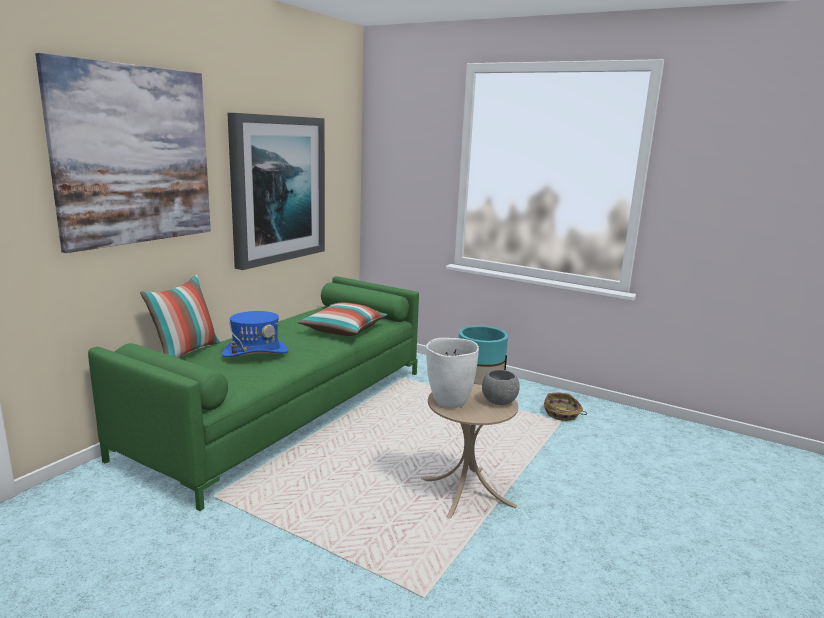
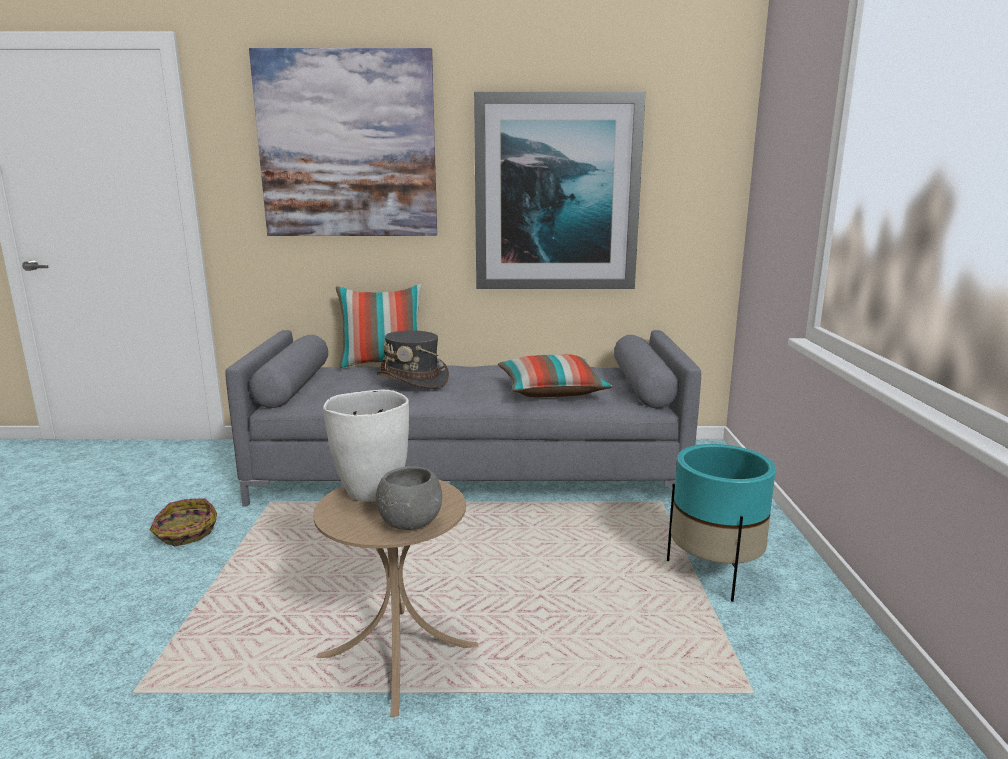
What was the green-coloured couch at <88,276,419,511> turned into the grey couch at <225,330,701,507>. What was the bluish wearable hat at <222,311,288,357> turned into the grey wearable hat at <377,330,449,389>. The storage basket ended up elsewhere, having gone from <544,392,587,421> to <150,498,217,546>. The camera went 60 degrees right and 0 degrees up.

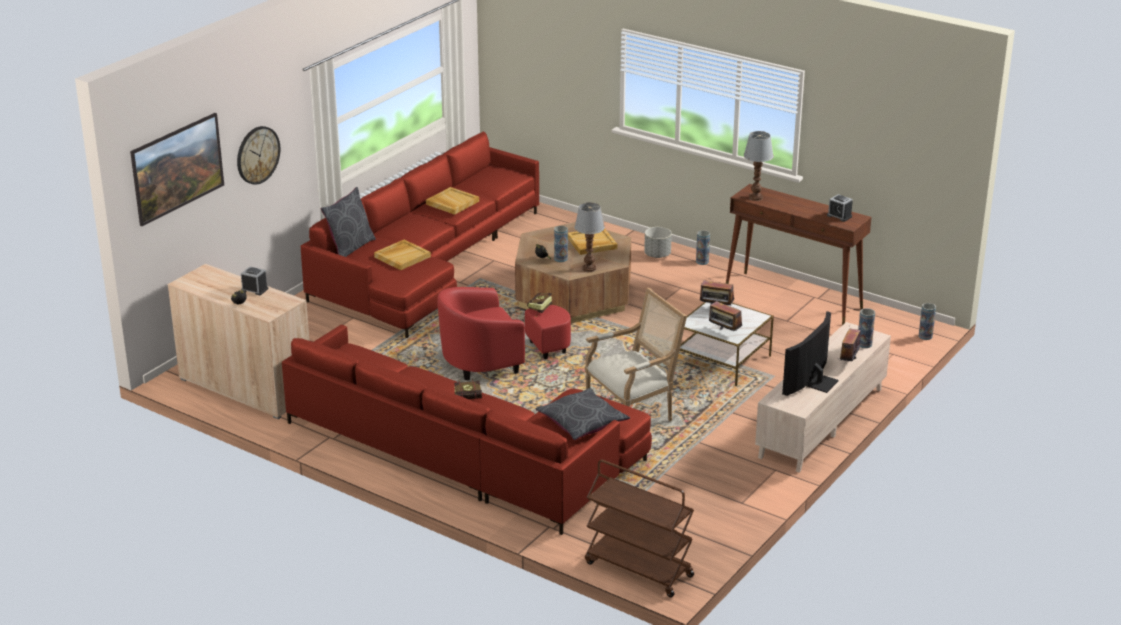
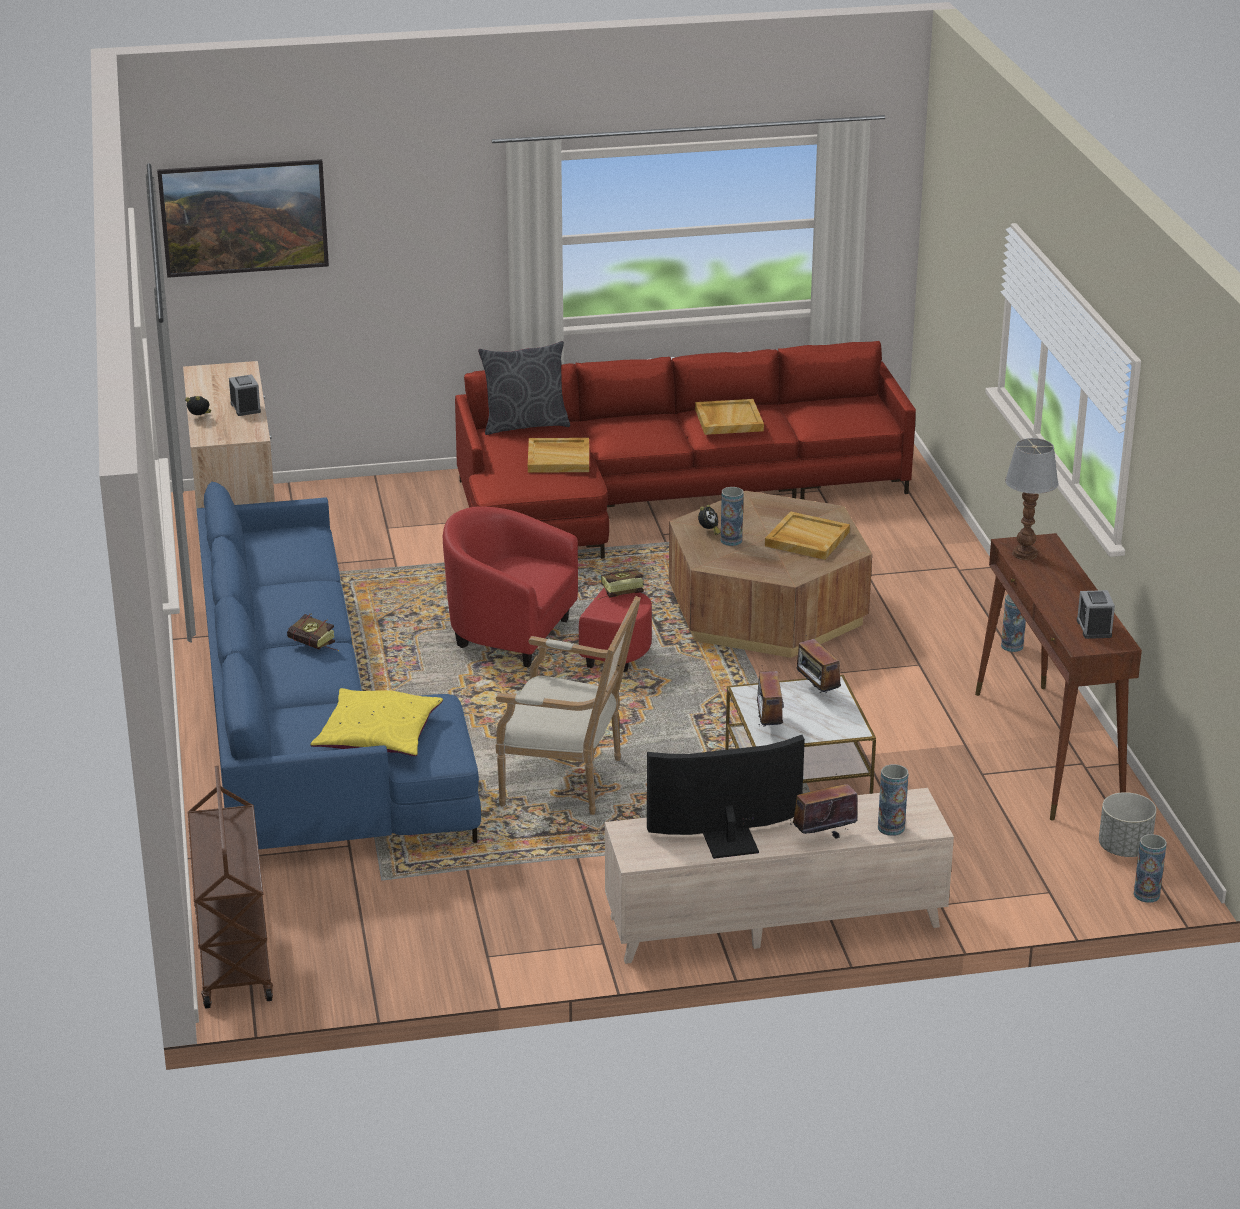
The second view lost the wall clock at <237,126,280,185>. What was the red-coloured couch at <282,325,652,535> turned into the bluish couch at <197,482,481,849>. What was the grey pillow at <536,388,630,440> turned into the yellow pillow at <311,688,443,756>. The second view lost the table lamp at <574,202,605,272>. The grey plant pot ended up elsewhere, having gone from <644,227,672,258> to <1099,792,1156,857>. The camera went 45 degrees right and 0 degrees up.

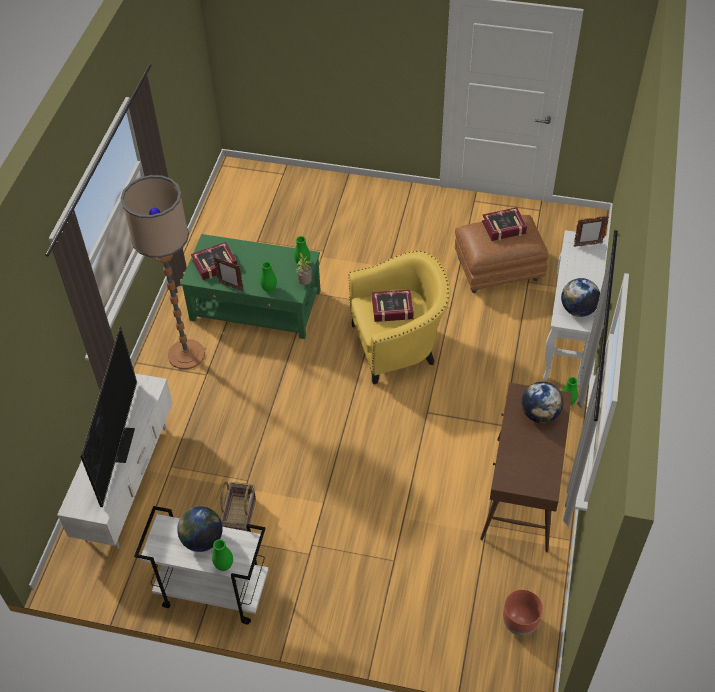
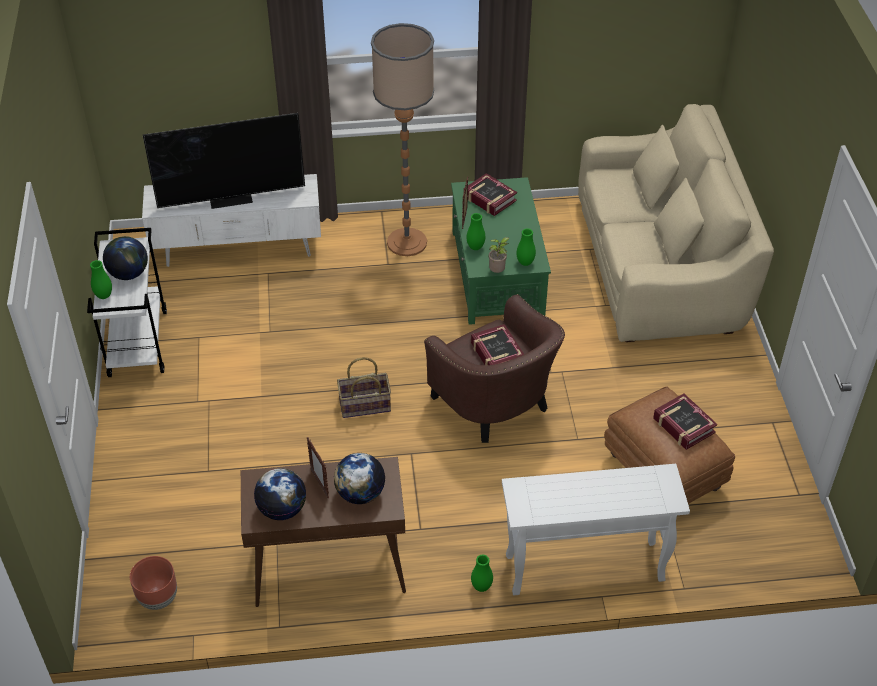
The storage basket ended up elsewhere, having gone from <220,481,256,531> to <337,357,391,418>. What was the yellow easy chair at <349,251,450,384> turned into the brown easy chair at <424,294,565,443>. The globe ended up elsewhere, having gone from <561,278,600,317> to <254,468,306,520>. The standing frame ended up elsewhere, having gone from <573,216,609,247> to <307,437,329,498>. The second view gained the beige-coloured couch at <578,104,774,342>. The camera went 70 degrees right and 5 degrees down.

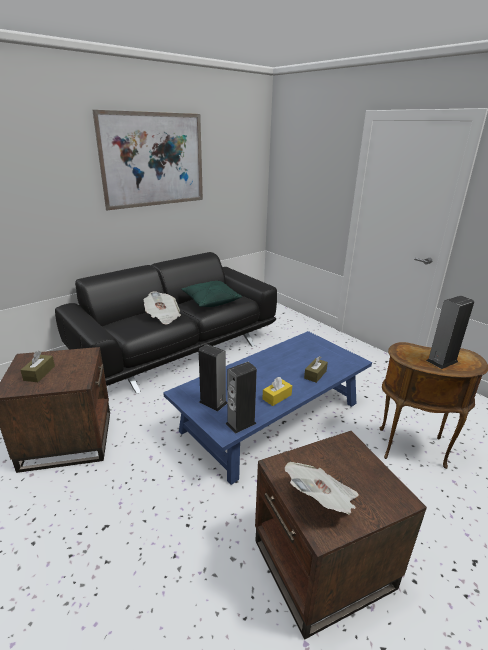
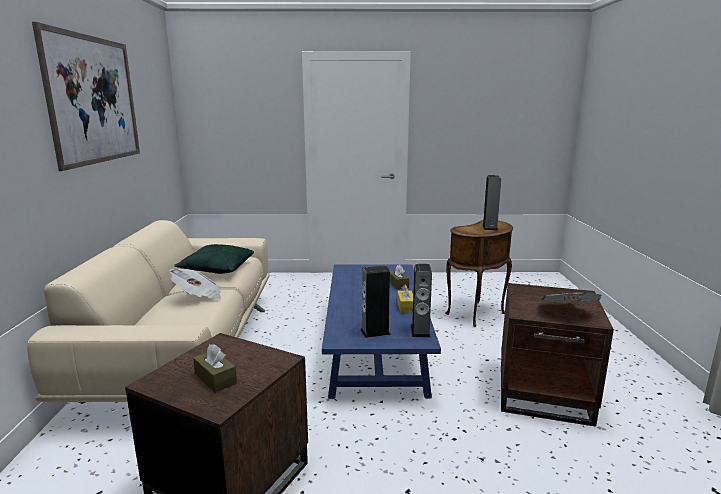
What was the black couch at <55,252,277,394> turned into the beige-coloured couch at <27,220,270,403>. The camera went 50 degrees left and 10 degrees down.

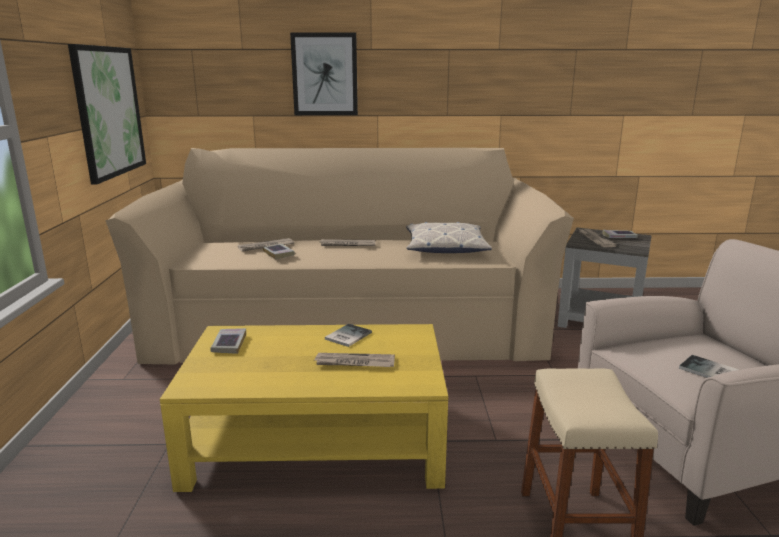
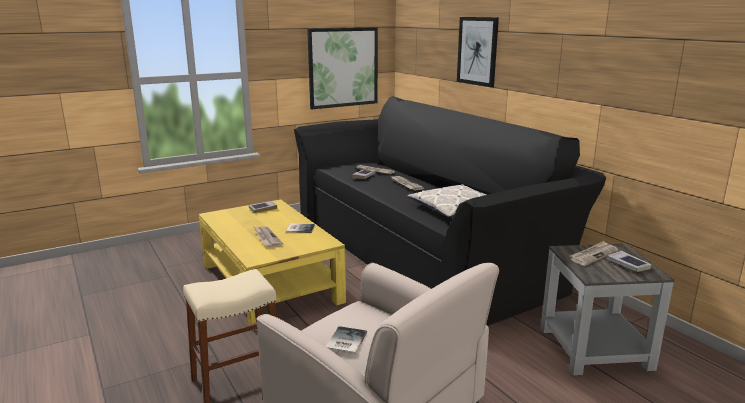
What was the beige-coloured couch at <105,148,574,364> turned into the black couch at <294,96,606,326>. The camera went 60 degrees right and 0 degrees up.

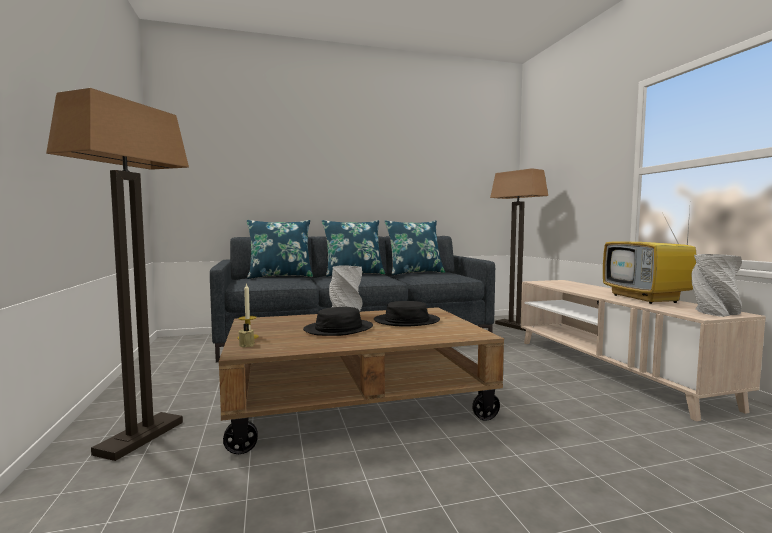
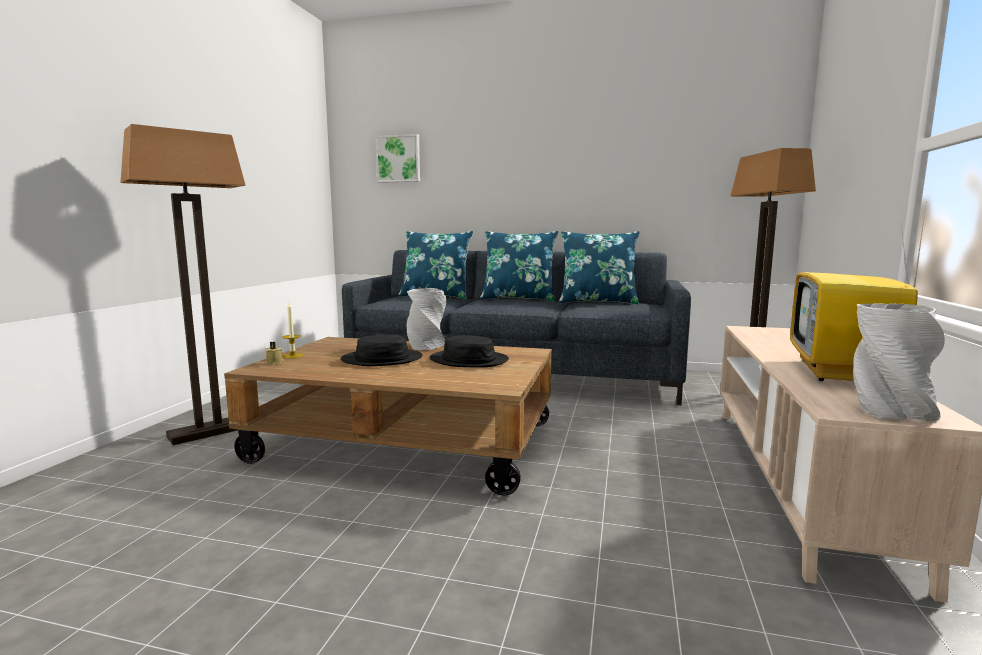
The second view gained the picture at <375,134,420,183>. The camera went 30 degrees right and 5 degrees up.

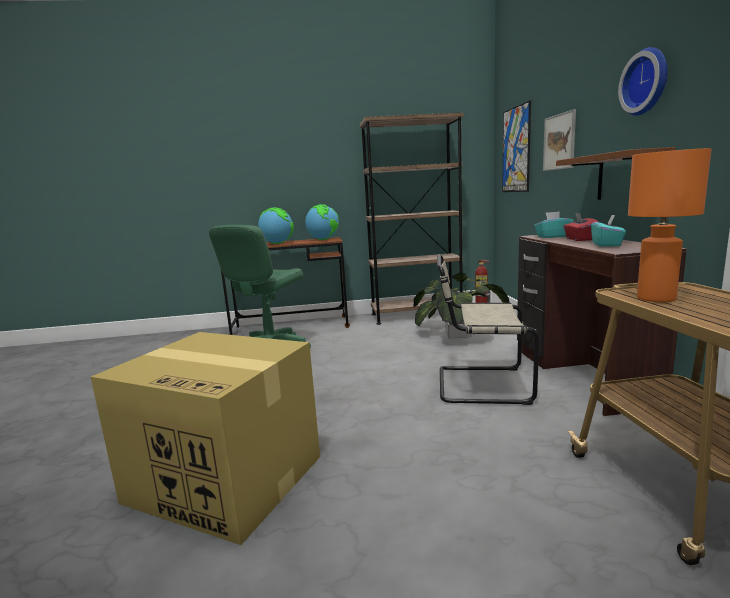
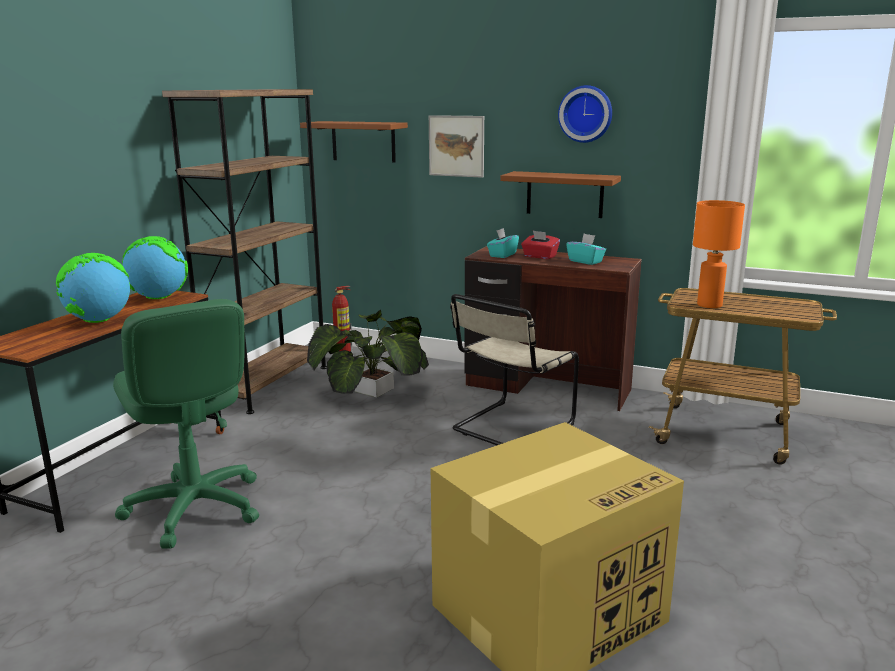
Where the picture hung at <502,101,531,192>, the brown bracket shelf came to hang at <300,121,408,163>. The camera went 60 degrees left and 5 degrees up.

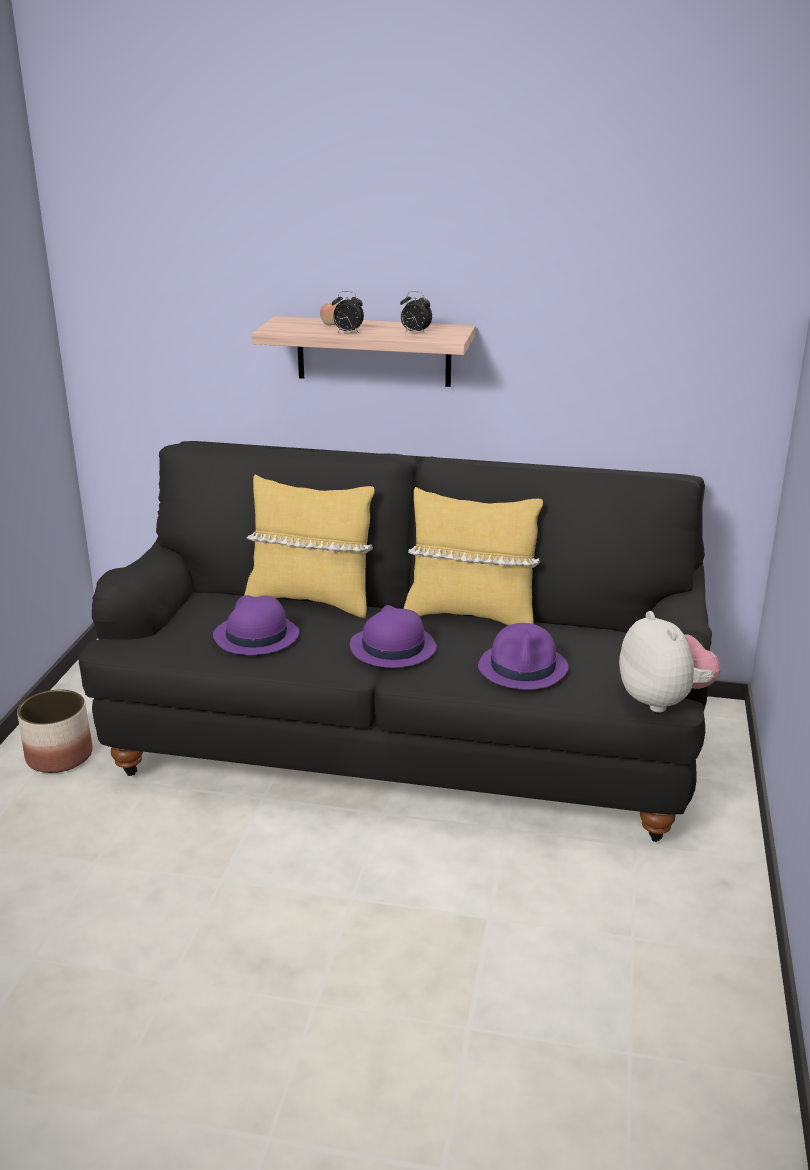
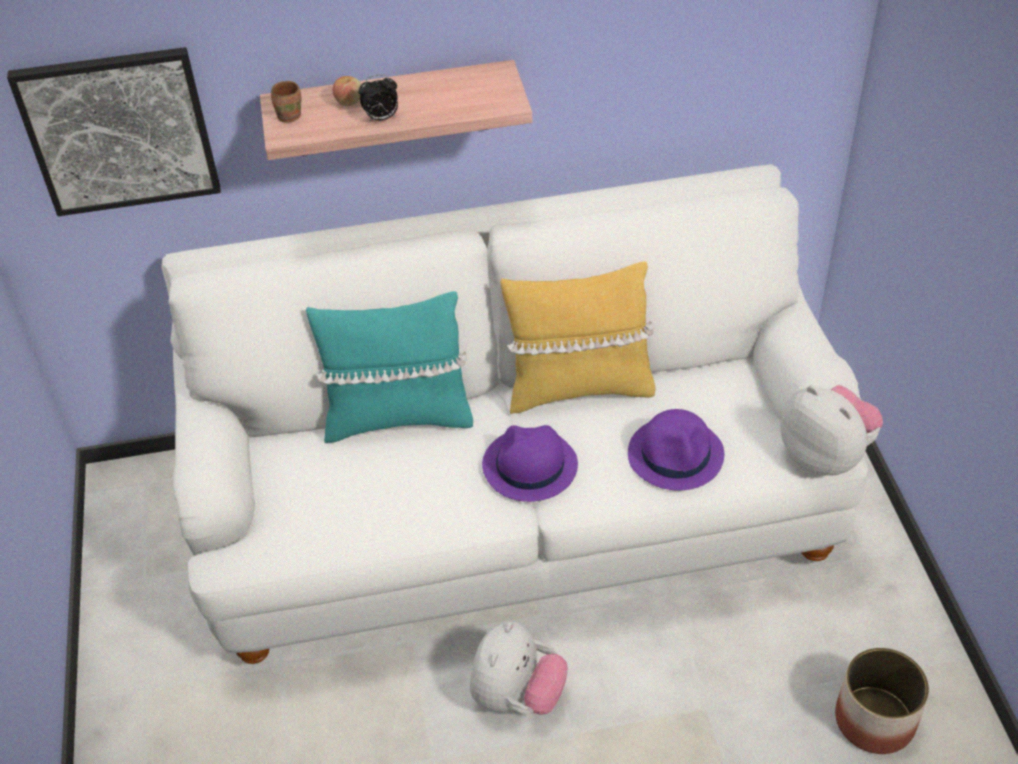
The plant pot ended up elsewhere, having gone from <17,690,92,773> to <835,648,929,754>. What was the black couch at <78,441,712,842> turned into the white-coloured couch at <161,164,868,664>. The second view lost the purplish wearable hat at <213,595,299,655>. What was the yellow pillow at <244,475,374,618> turned into the blue-green pillow at <306,291,473,443>. The second view lost the table clock at <400,291,432,333>. The second view gained the picture at <7,47,221,216>. The second view gained the brown mug at <271,81,301,122>. The second view gained the plush toy at <470,621,568,715>. The camera went 20 degrees left and 20 degrees up.

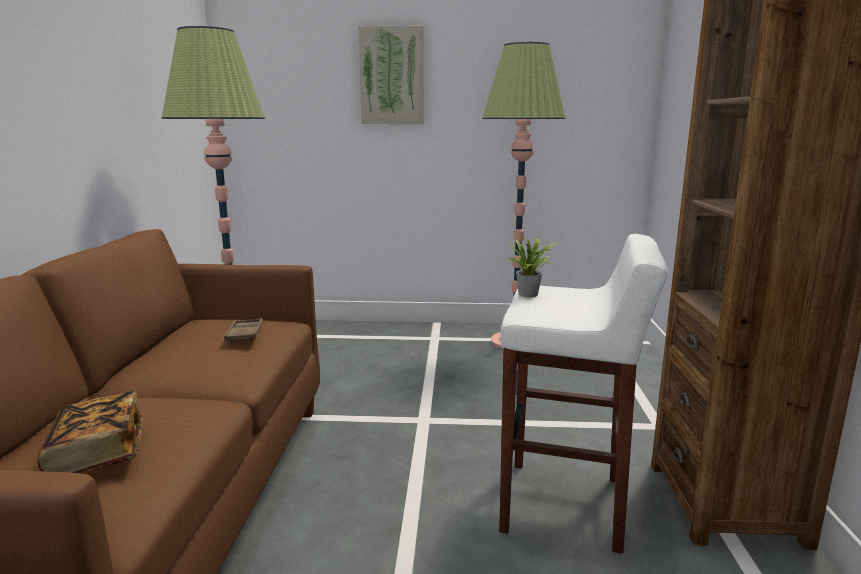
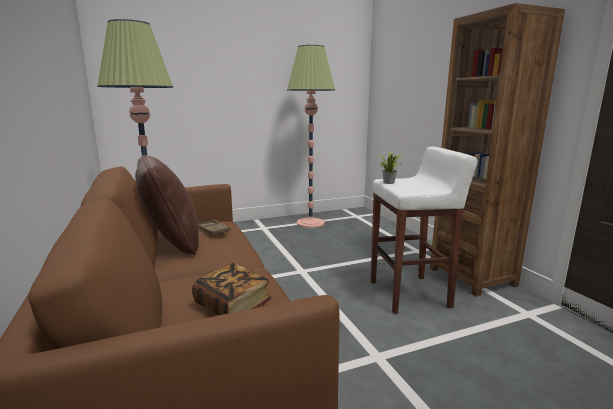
The second view lost the picture at <358,25,424,124>. The second view gained the brown pillow at <135,155,199,255>. The camera went 25 degrees left and 0 degrees up.

